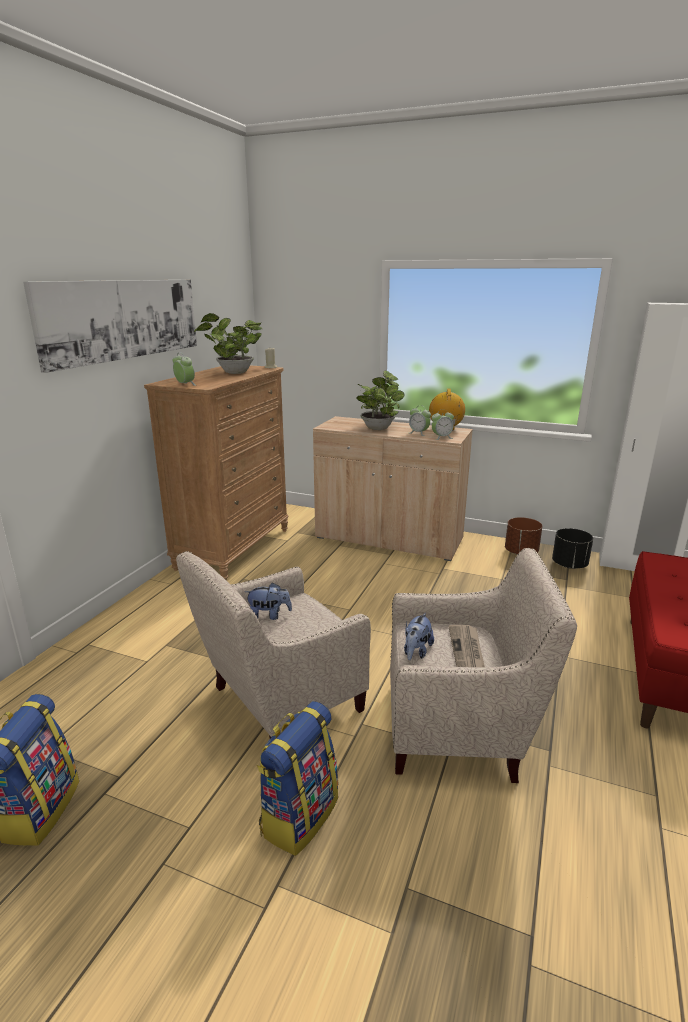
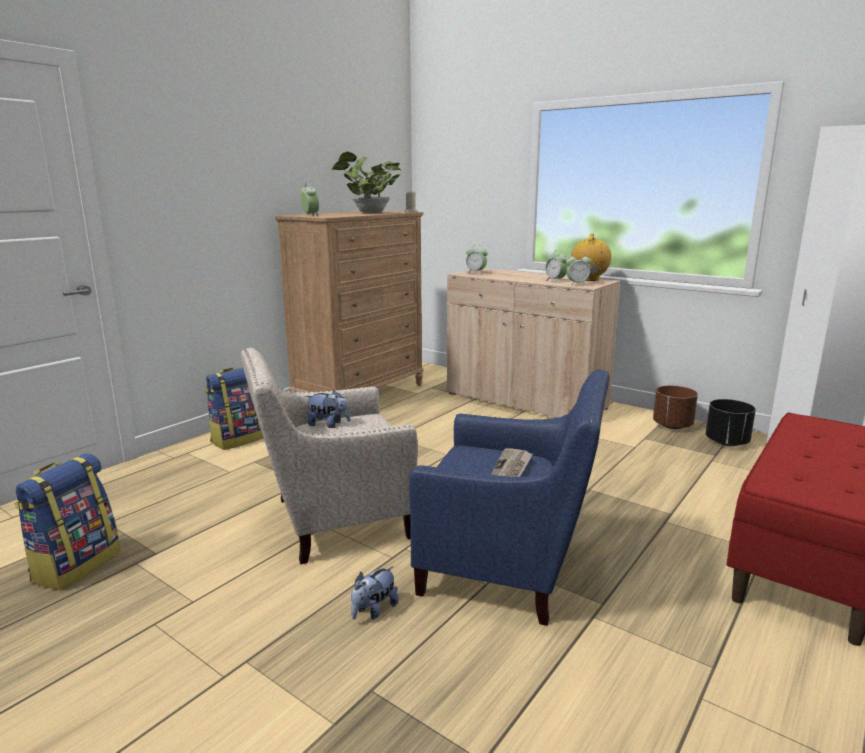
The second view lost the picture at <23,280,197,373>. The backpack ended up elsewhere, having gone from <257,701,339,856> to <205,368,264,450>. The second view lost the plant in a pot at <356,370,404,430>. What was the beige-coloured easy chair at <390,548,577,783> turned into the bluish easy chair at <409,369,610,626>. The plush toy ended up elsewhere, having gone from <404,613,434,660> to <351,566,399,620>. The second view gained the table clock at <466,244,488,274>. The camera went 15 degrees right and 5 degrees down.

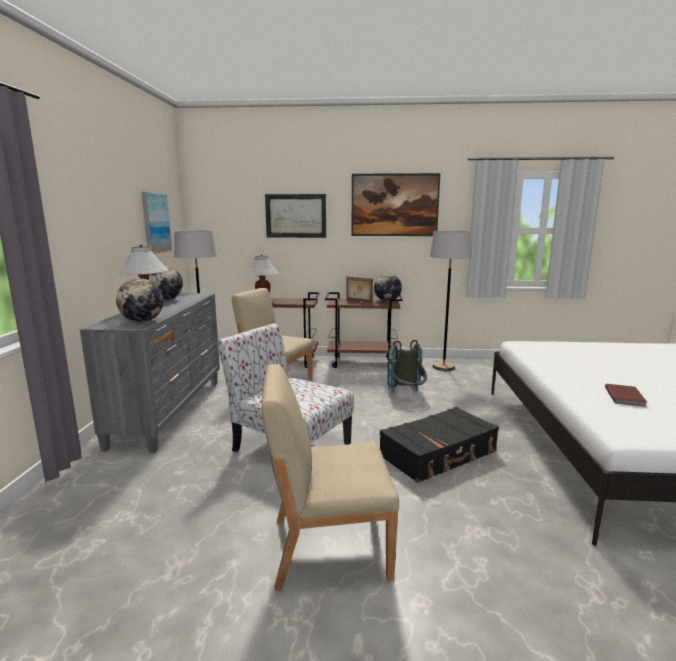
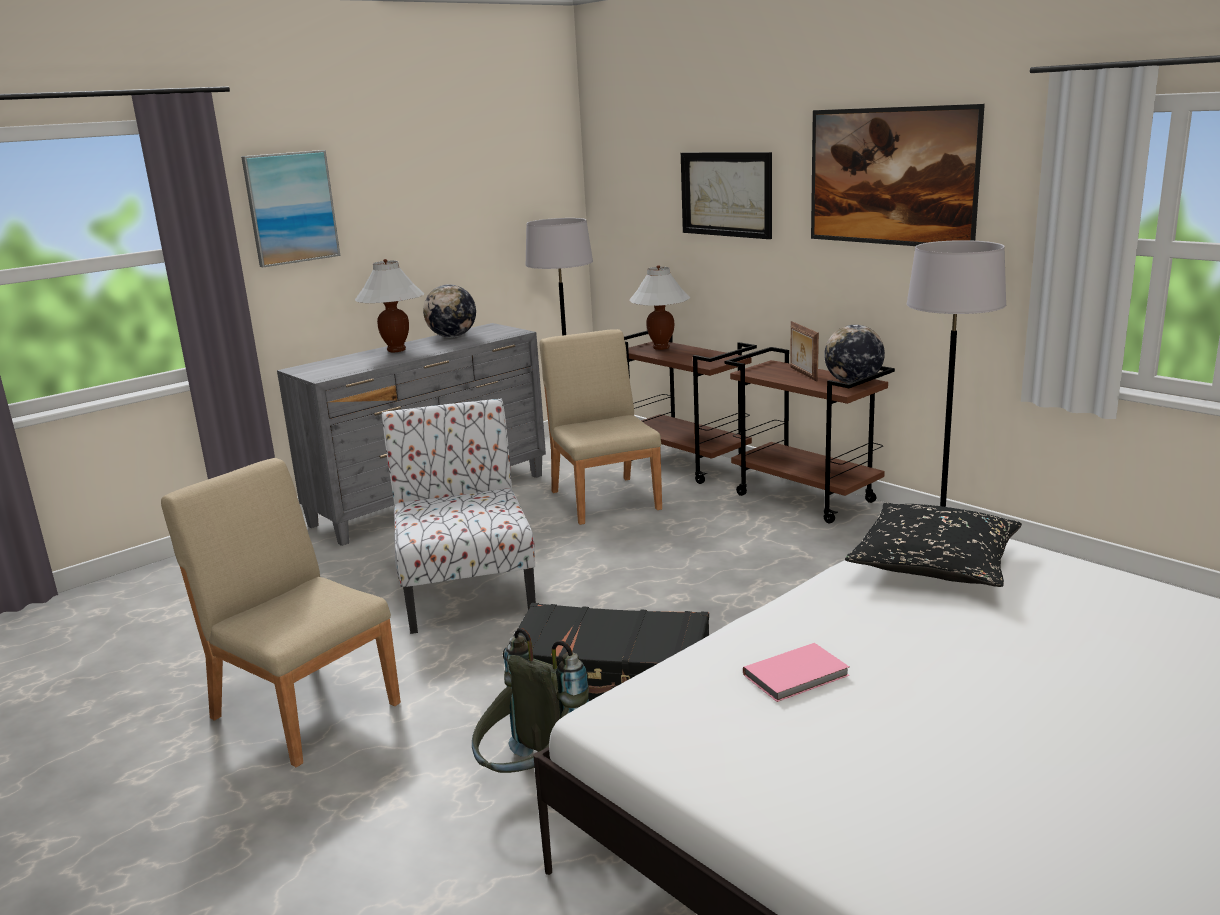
The second view lost the globe at <116,278,163,322>. The picture ended up elsewhere, having gone from <142,192,172,254> to <241,150,340,267>. The grey backpack ended up elsewhere, having gone from <385,340,427,393> to <472,628,589,773>. What was the brown bound book at <605,384,647,407> turned into the pinkish bound book at <743,643,849,702>. The second view gained the black pillow at <845,503,1022,587>. The camera went 45 degrees right and 5 degrees up.

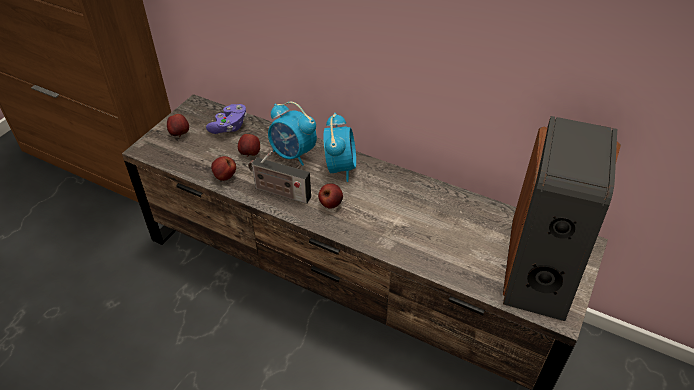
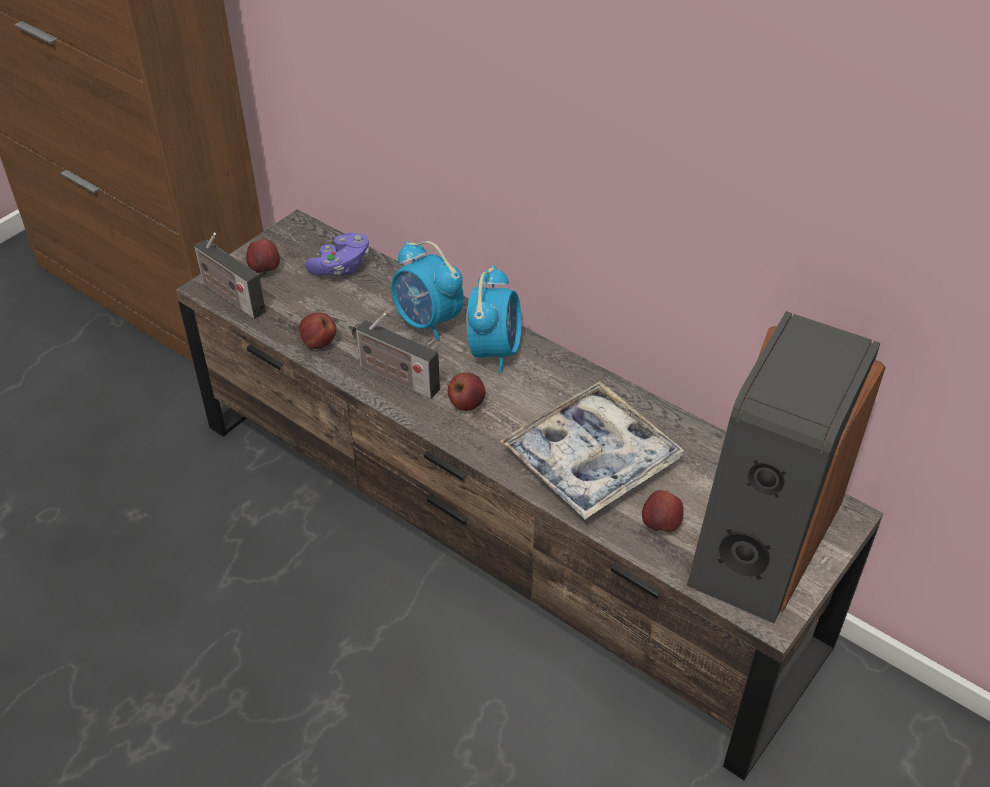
The apple ended up elsewhere, having gone from <238,134,260,157> to <642,490,684,532>. The second view gained the radio receiver at <194,233,266,319>. The second view gained the tray at <500,381,684,520>. The camera went 10 degrees right and 0 degrees up.

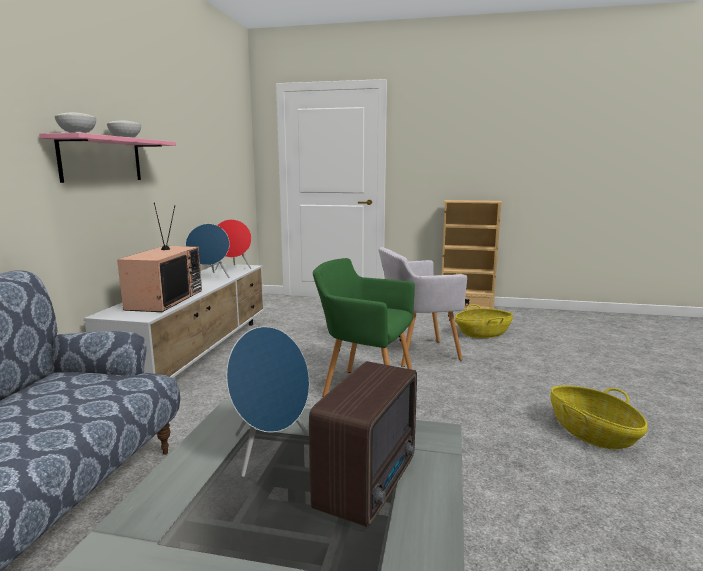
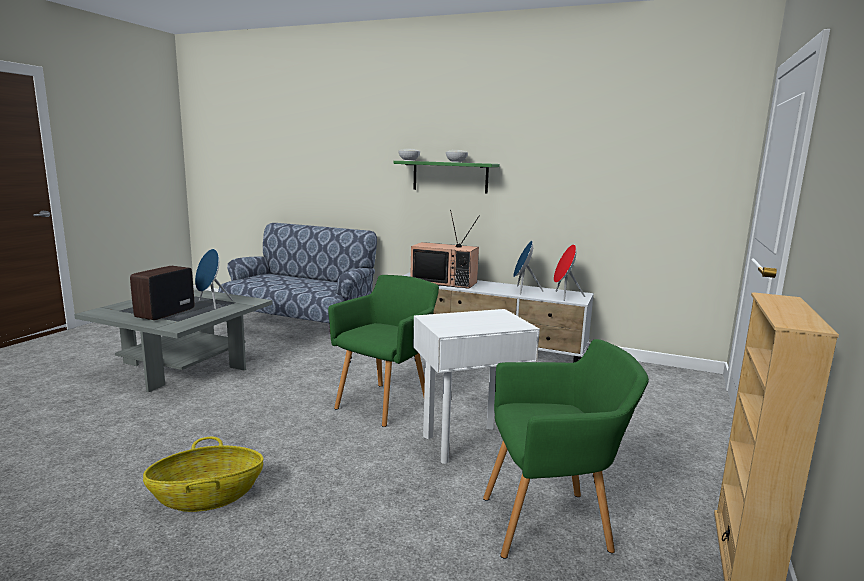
What was the pinkish bracket shelf at <39,133,176,183> turned into the green-coloured bracket shelf at <393,161,500,193>. The radio receiver at <309,361,417,527> ended up facing another way, 75 degrees clockwise from before. Where the grey easy chair stood at <379,247,467,367>, the white-coloured side table came to stand at <413,309,540,464>. Where the storage basket stood at <455,304,513,338>, the green-coloured easy chair came to stand at <483,339,649,559>. The camera went 100 degrees right and 0 degrees up.

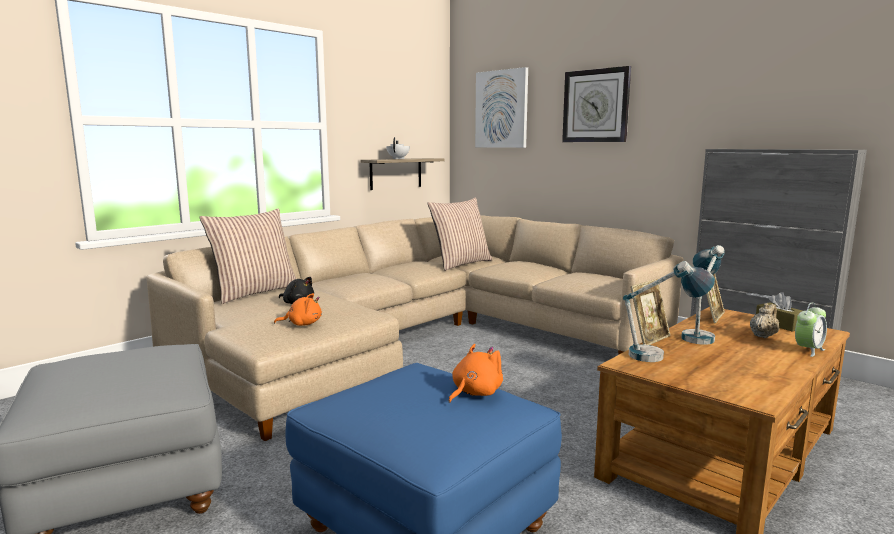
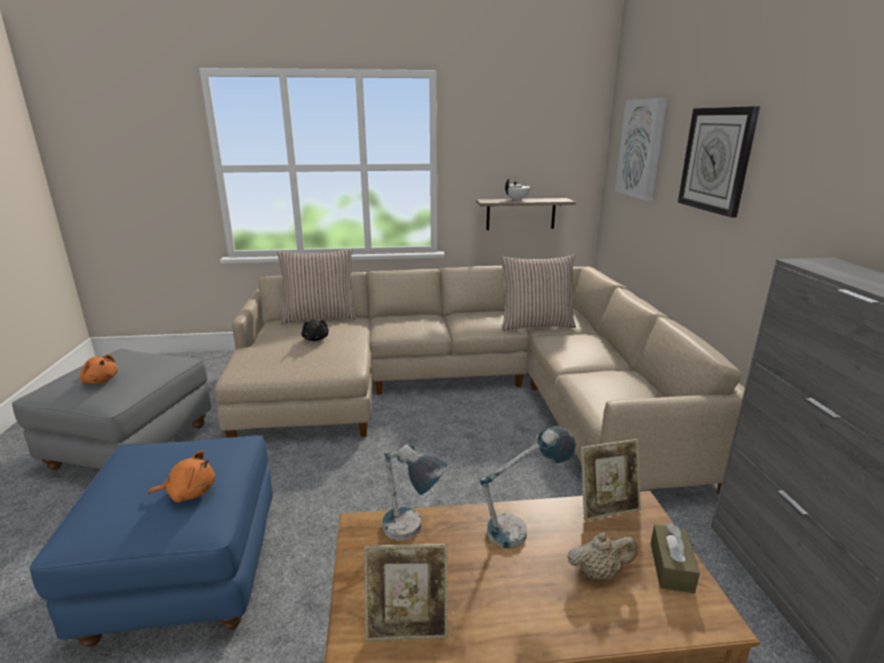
The orange plush toy ended up elsewhere, having gone from <274,293,322,326> to <79,354,118,384>. The standing frame ended up elsewhere, having gone from <630,279,670,345> to <364,544,448,641>. The second view lost the table clock at <795,303,827,357>. The camera went 40 degrees right and 10 degrees up.

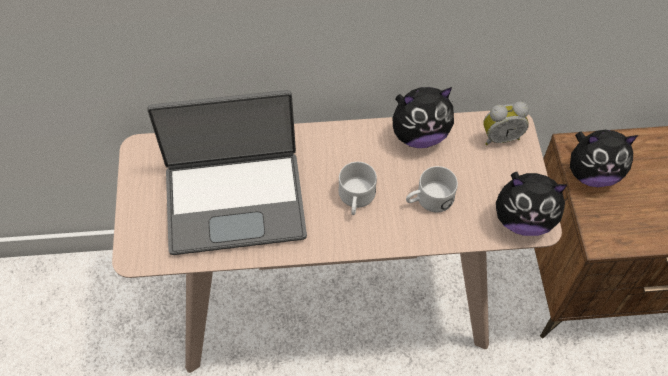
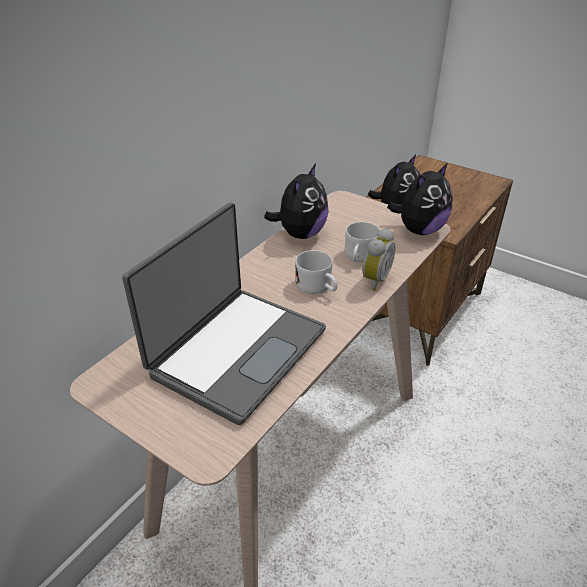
The table clock ended up elsewhere, having gone from <483,102,529,145> to <362,228,396,291>. The camera went 50 degrees left and 20 degrees down.

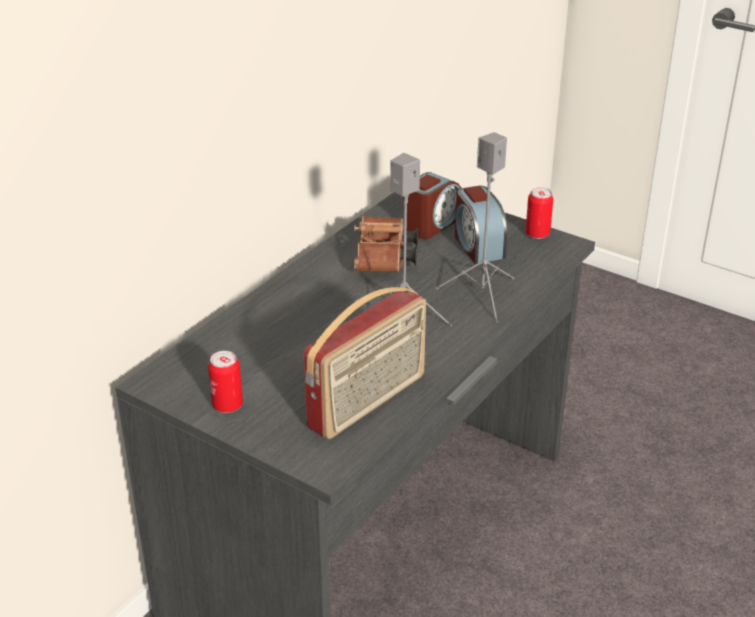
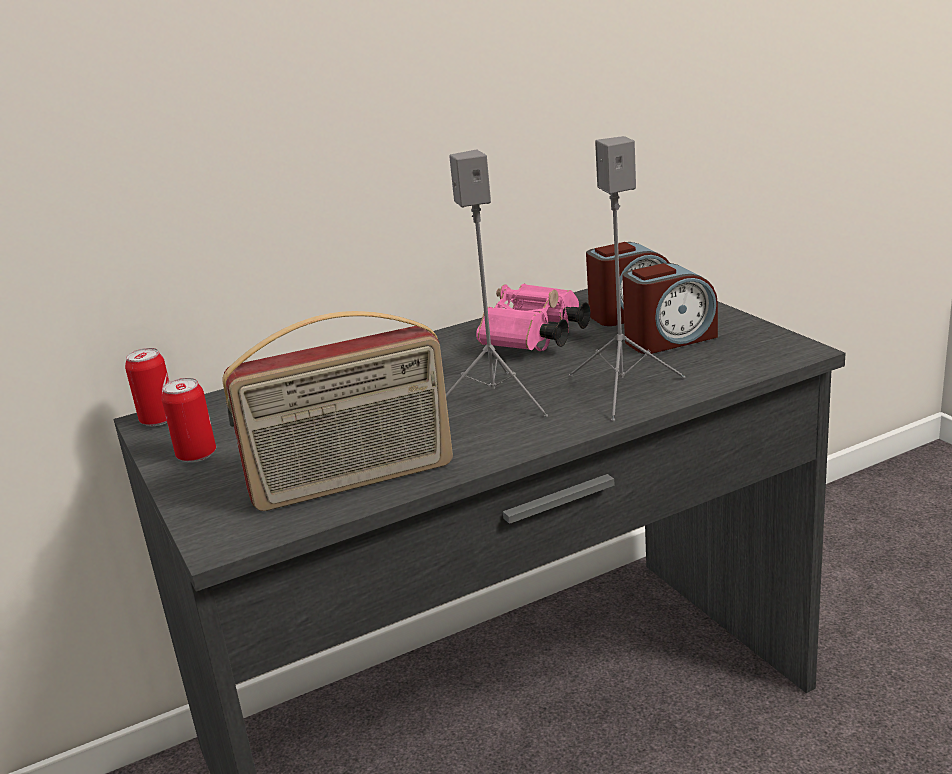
What was the brown field glasses at <354,216,418,272> turned into the pinkish field glasses at <476,284,590,351>. The table clock at <455,186,507,264> ended up facing another way, 120 degrees counterclockwise from before. The can ended up elsewhere, having gone from <525,187,553,239> to <125,348,169,426>. The camera went 30 degrees right and 10 degrees down.

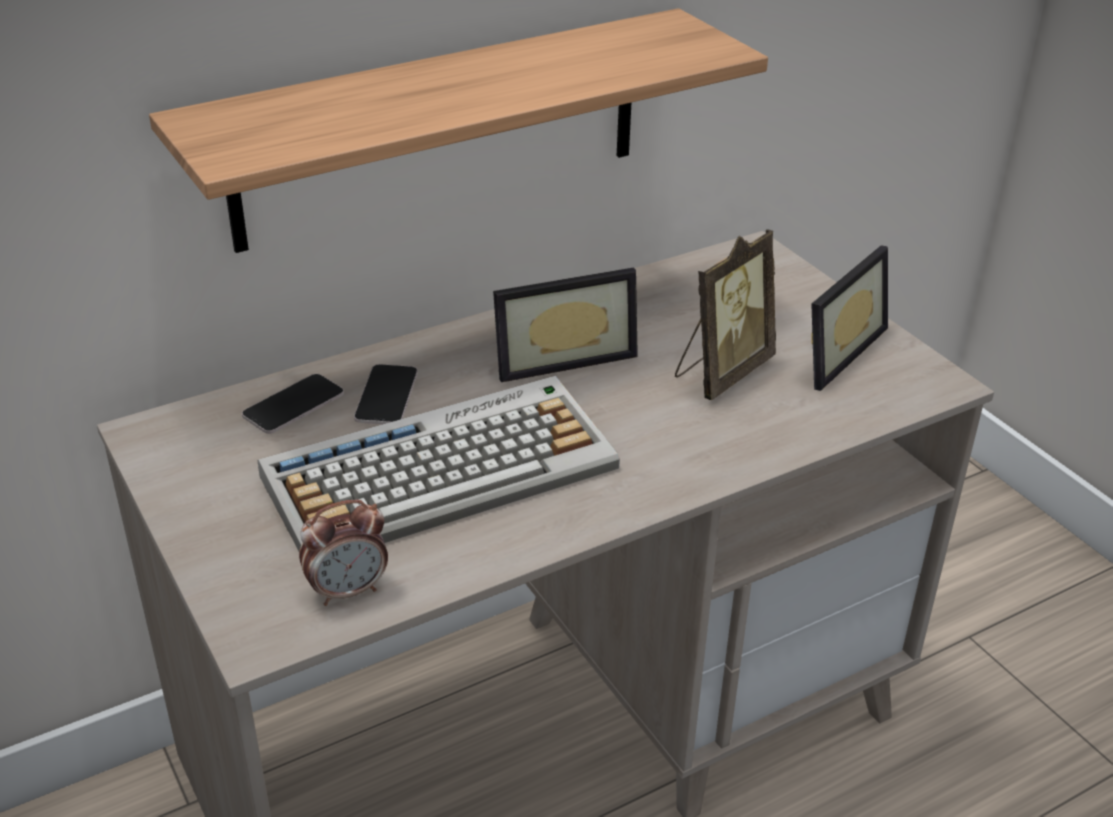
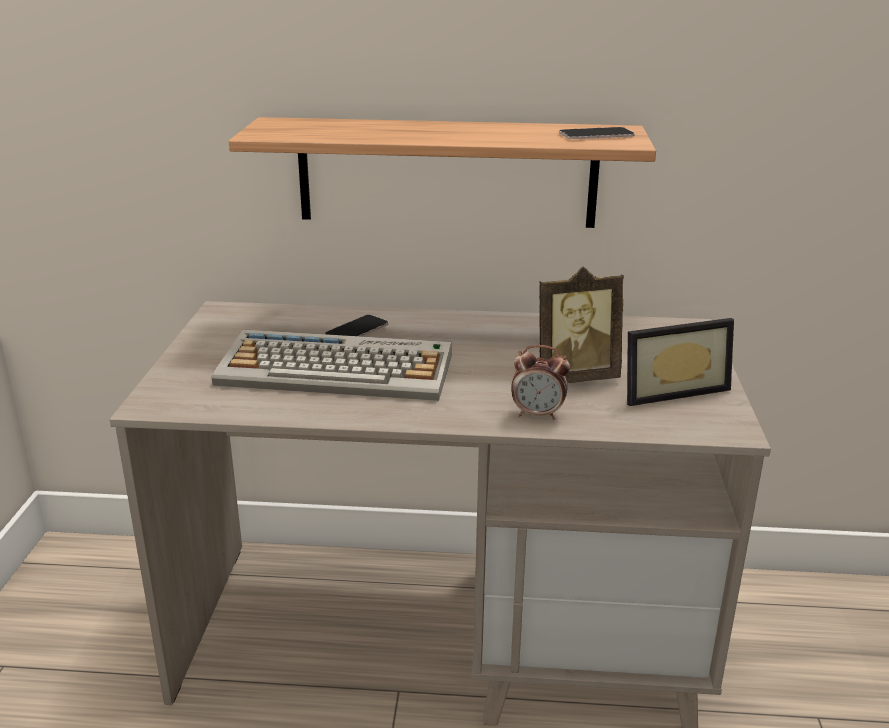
The phone ended up elsewhere, having gone from <242,374,344,434> to <559,127,635,139>. The table clock ended up elsewhere, having gone from <299,499,388,606> to <511,345,570,420>. The second view lost the standing frame at <493,268,638,382>. The camera went 35 degrees right and 10 degrees down.

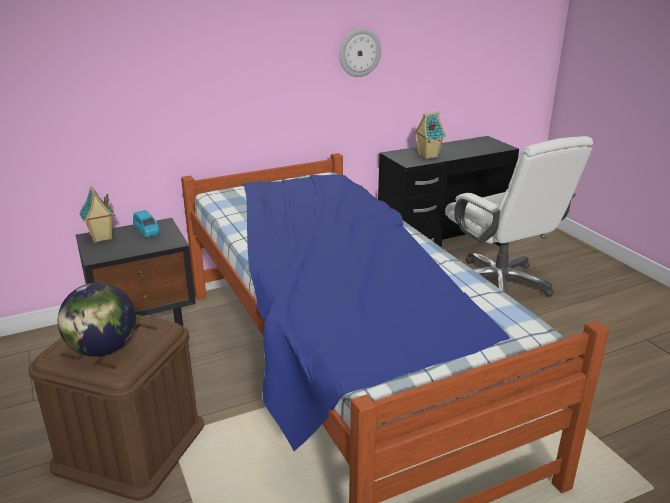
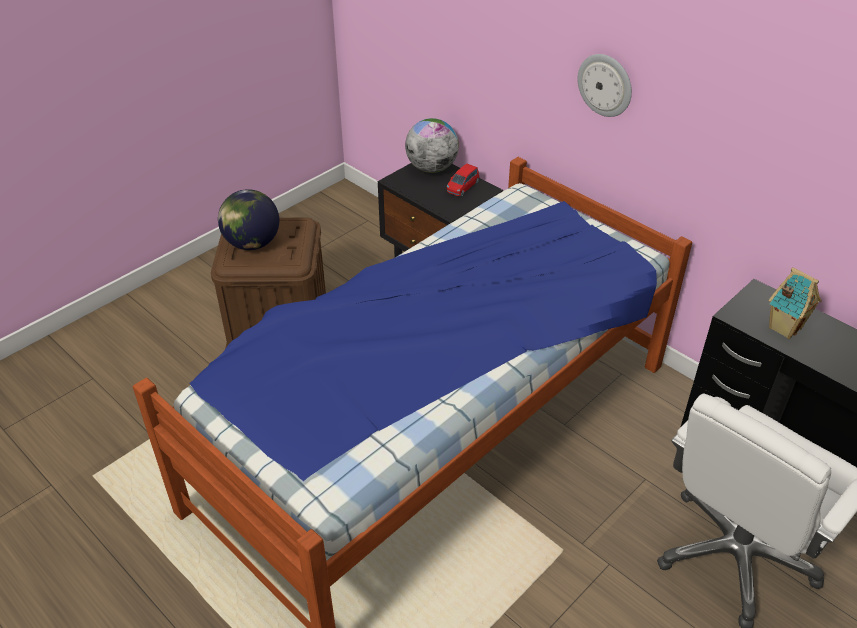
Where the miniature house stood at <79,186,115,243>, the globe came to stand at <405,118,459,173>. What was the bluish miniature car at <133,210,160,238> turned into the red-coloured miniature car at <447,163,479,196>. The wall clock ended up elsewhere, having gone from <339,28,381,77> to <578,54,632,117>. The camera went 70 degrees right and 15 degrees up.

